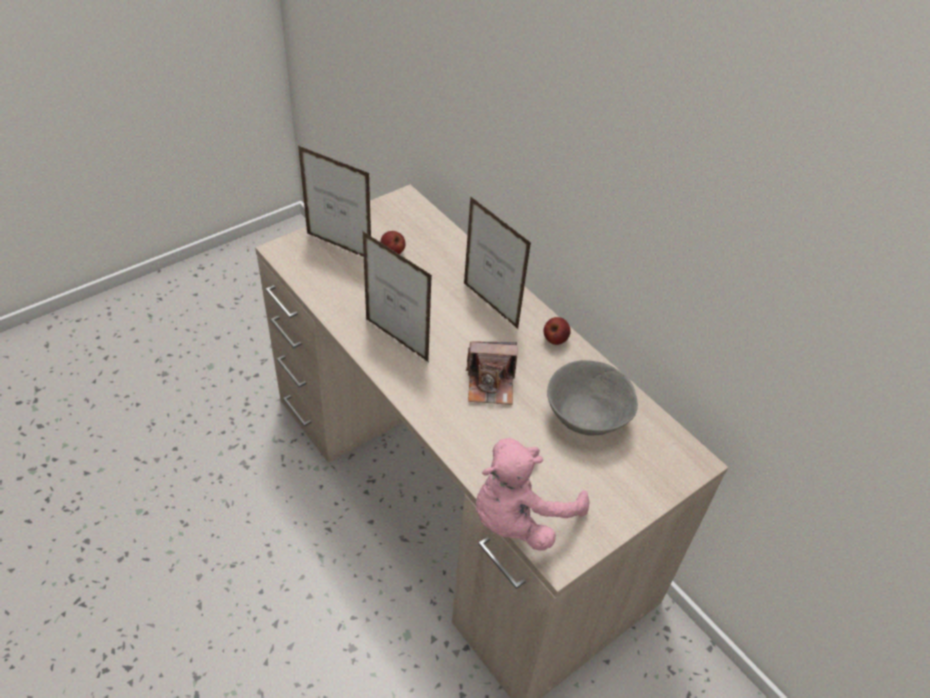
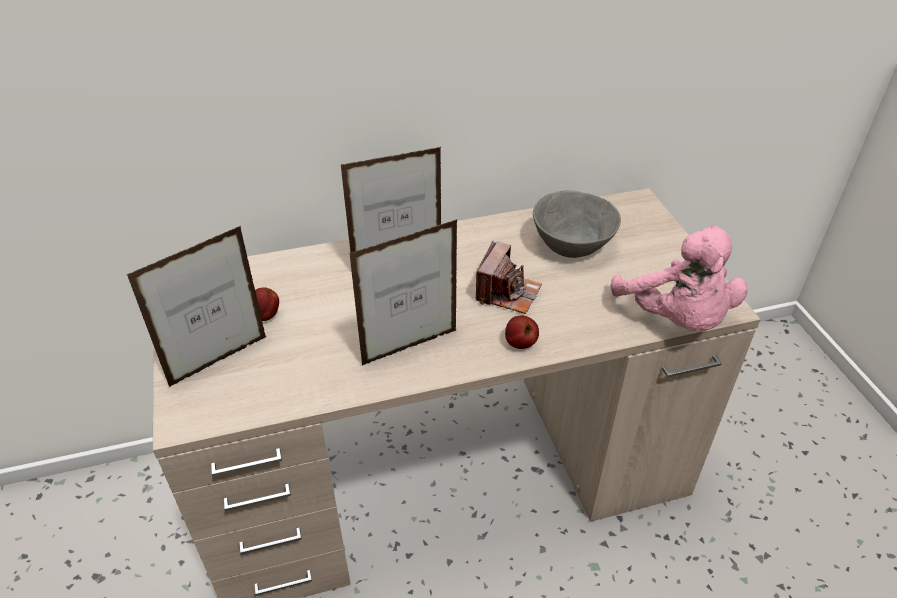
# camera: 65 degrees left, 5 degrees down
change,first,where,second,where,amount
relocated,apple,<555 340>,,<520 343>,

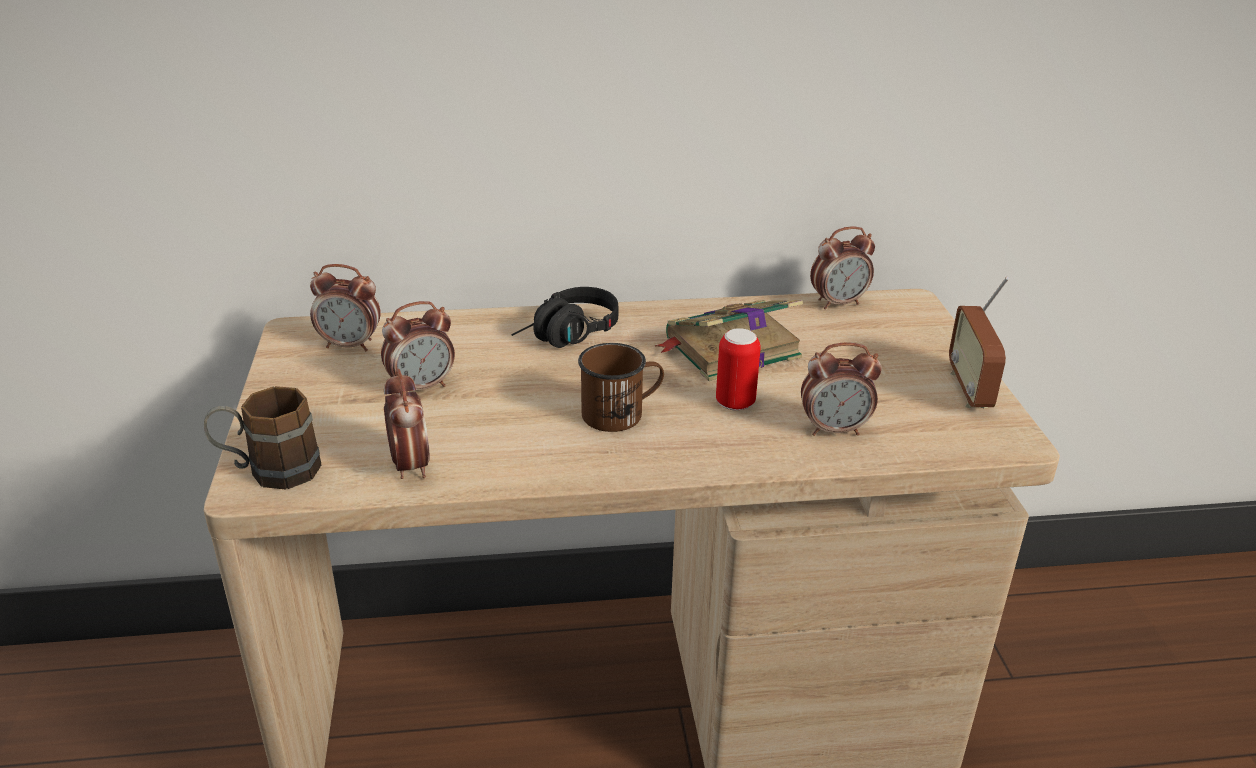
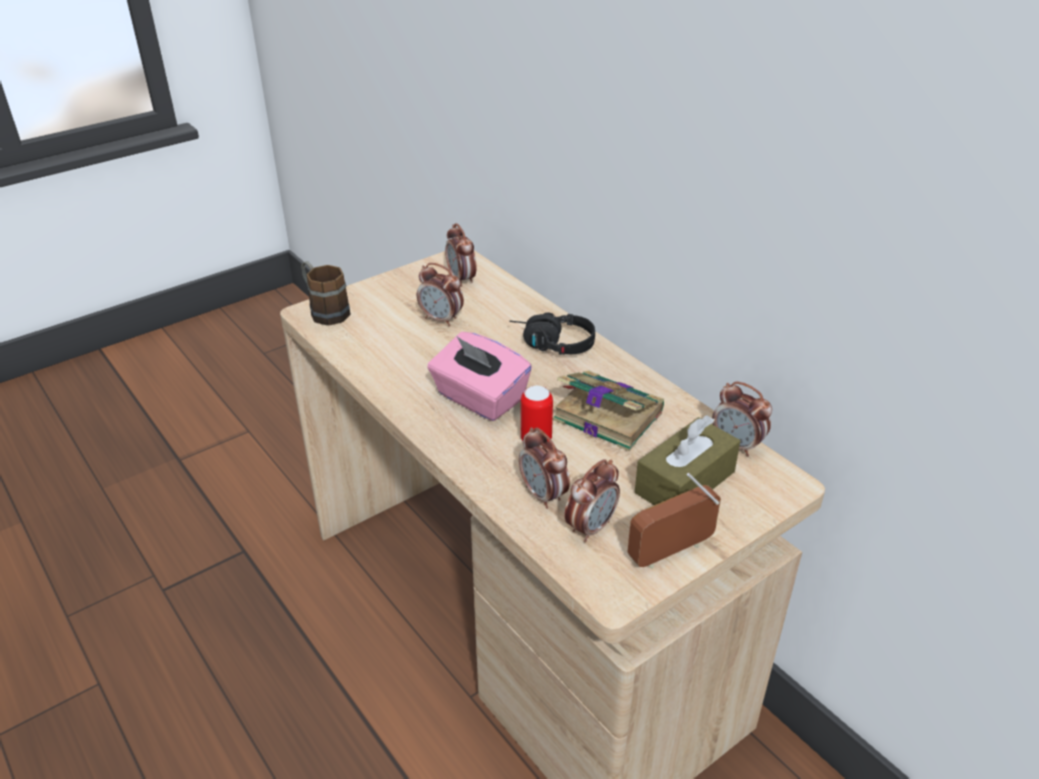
# camera: 60 degrees right, 5 degrees up
change,first,where,second,where,amount
exchanged,mug in brown,<621 413>,tissue box in pink,<479 399>,
relocated,alarm clock,<410 466>,,<591 527>,
appeared,,,tissue box in brown,<685 482>,

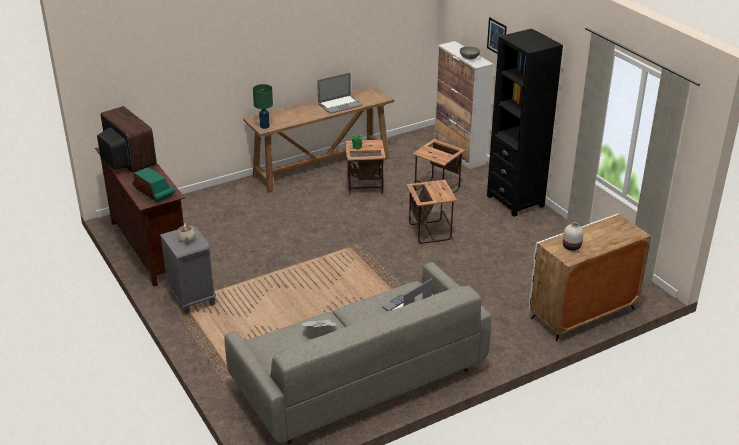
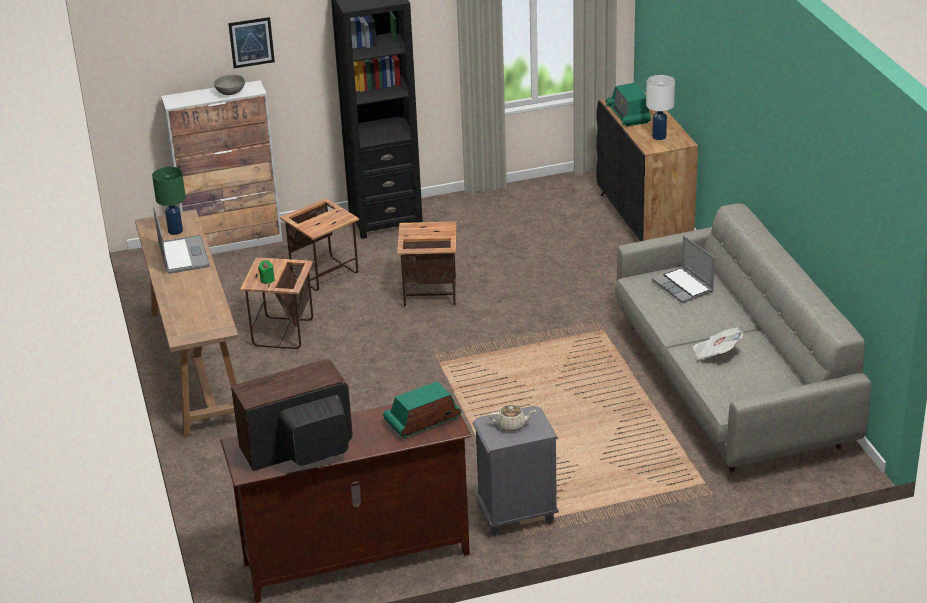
# camera: 75 degrees left, 0 degrees up
change,first,where,second,where,amount
relocated,table lamp in green,<264 126>,,<176 231>,
colour,cabinet in white,<582 314>,cabinet in black,<644 219>,
exchanged,vase in white,<572 247>,table lamp in white,<659 136>,
appeared,,,radio,<628 115>,

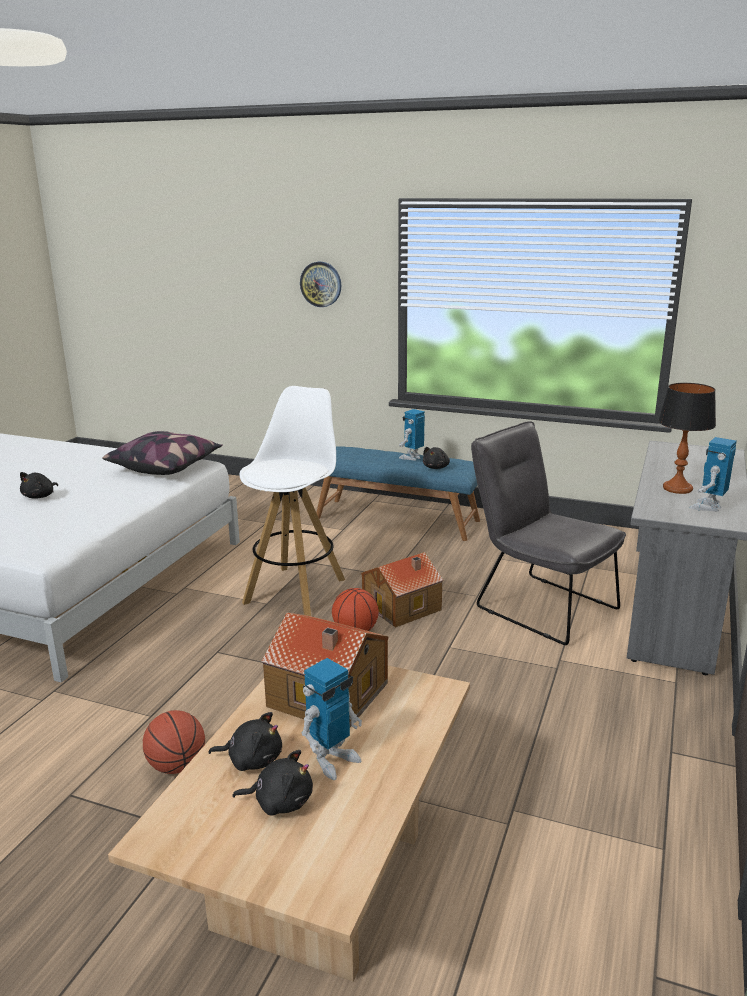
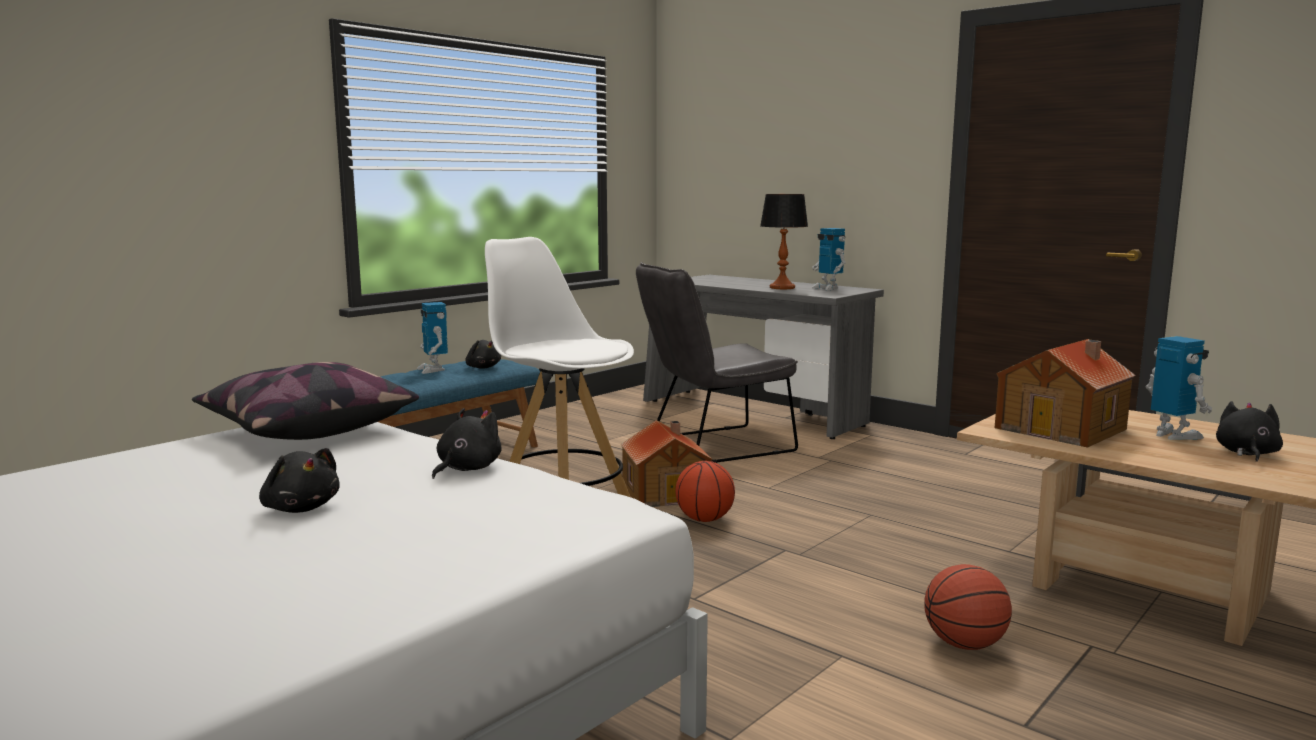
# camera: 70 degrees left, 10 degrees down
change,first,where,second,where,amount
missing,wall clock,<321 284>,,,
relocated,plush toy in black,<252 759>,,<466 469>,

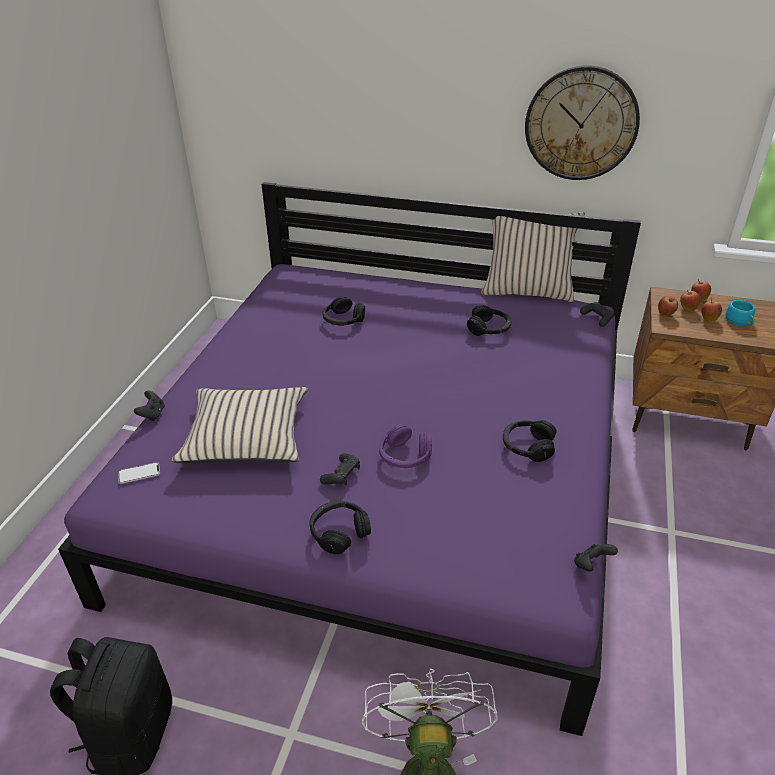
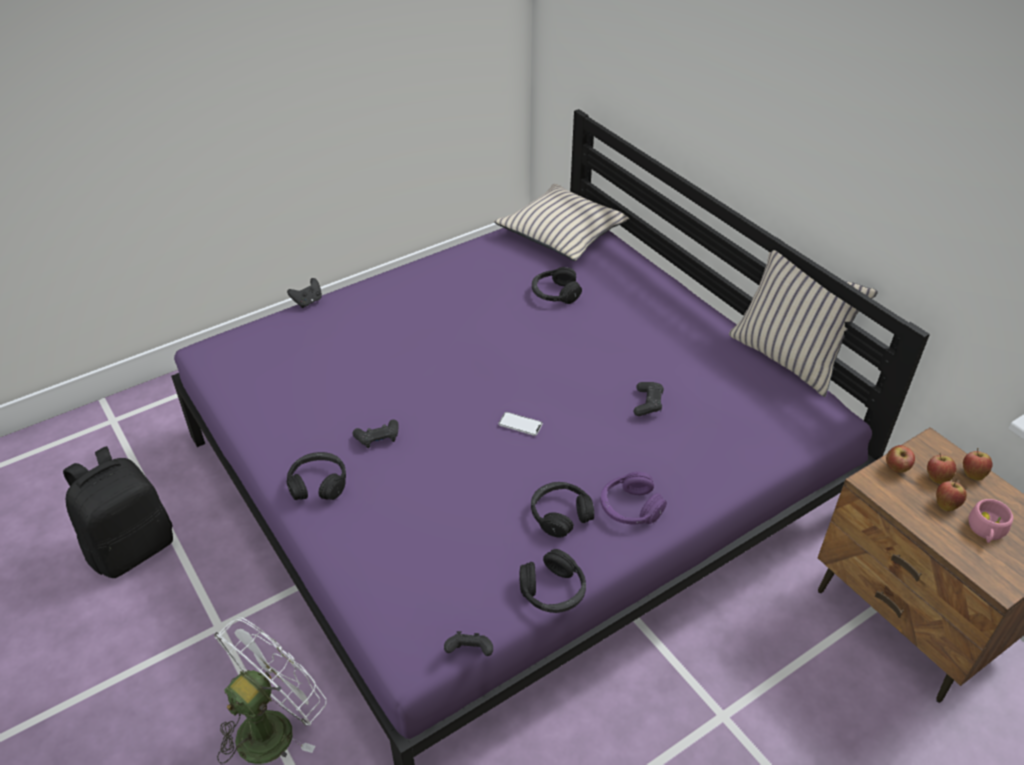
# camera: 40 degrees right, 5 degrees up
change,first,where,second,where,amount
missing,wall clock,<581 124>,,,
colour,cup in turquoise,<740 321>,cup in pink,<986 530>,
relocated,game controller in black,<597 318>,,<648 403>,
relocated,headphones in black,<489 329>,,<553 591>,
relocated,pillow in beige,<246 436>,,<563 233>,
relocated,headphones in purple,<404 456>,,<630 508>,
relocated,phone,<139 473>,,<520 424>,

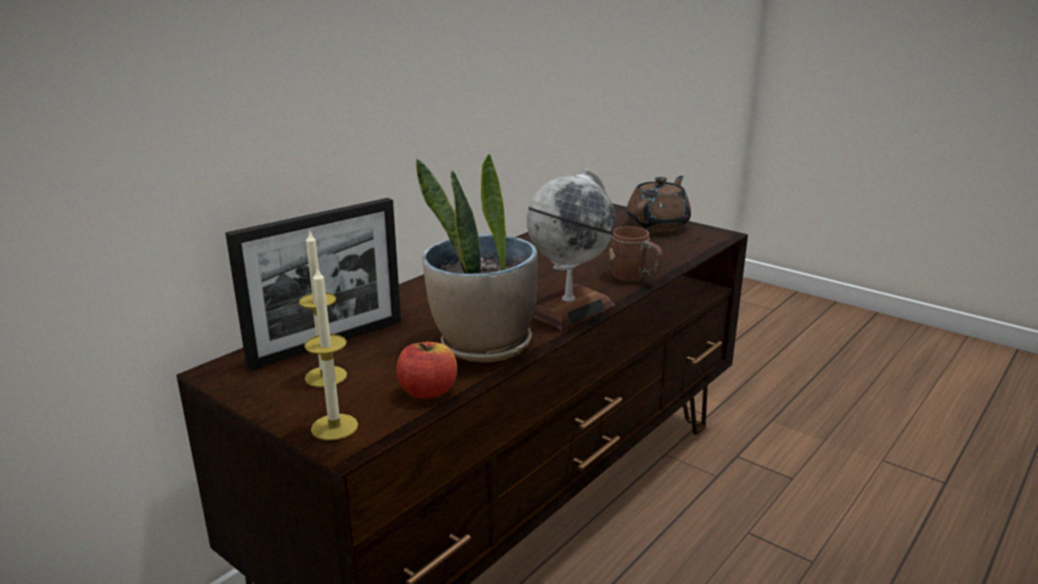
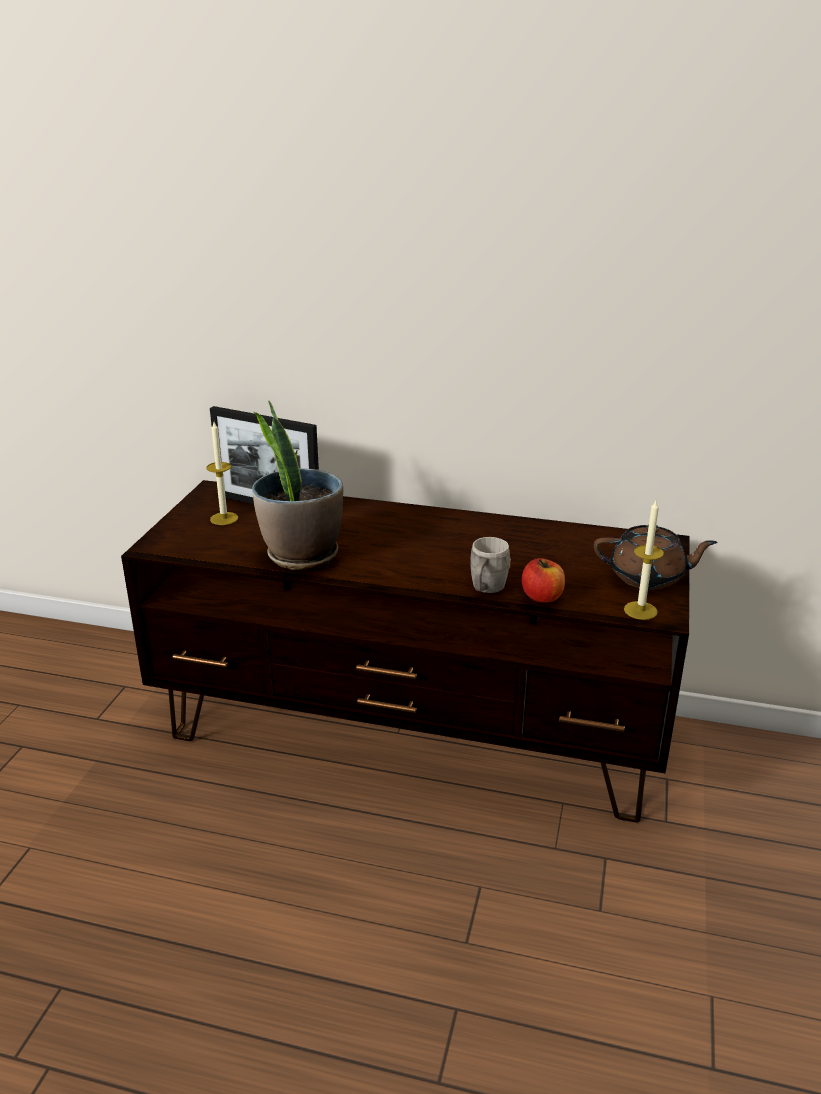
# camera: 65 degrees right, 5 degrees up
change,first,where,second,where,amount
missing,globe,<568 309>,,,
colour,mug in brown,<634 278>,mug in grey,<486 589>,
relocated,candle,<334 427>,,<640 610>,
relocated,apple,<428 391>,,<542 597>,

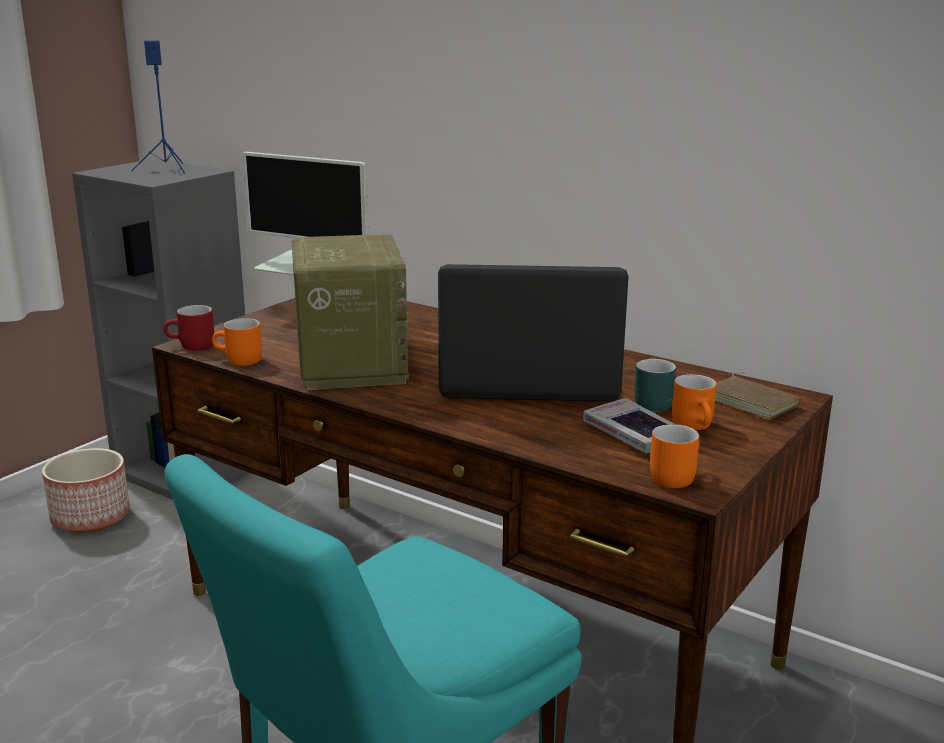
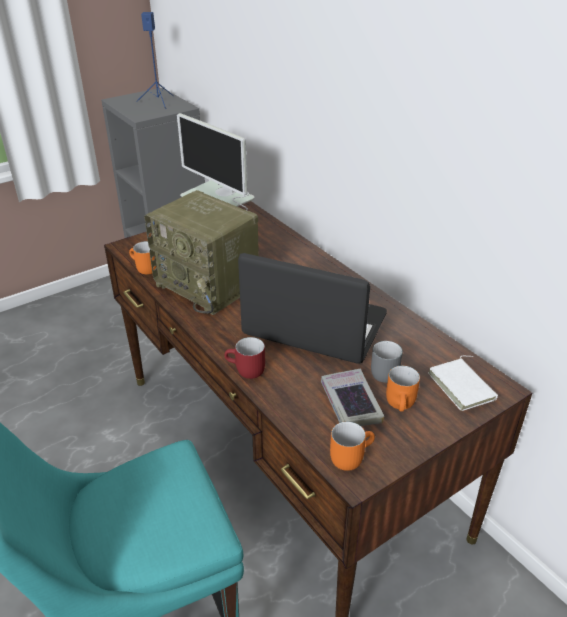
# camera: 20 degrees right, 15 degrees up
change,first,where,second,where,amount
spun,radio,<349 364>,,<209 285>,120 degrees clockwise
relocated,mug in red,<191 347>,,<245 371>,
colour,mug in turquoise,<649 403>,mug in grey,<383 371>,
colour,book in brown,<753 401>,book in white,<463 386>,
missing,planter,<91 516>,,,

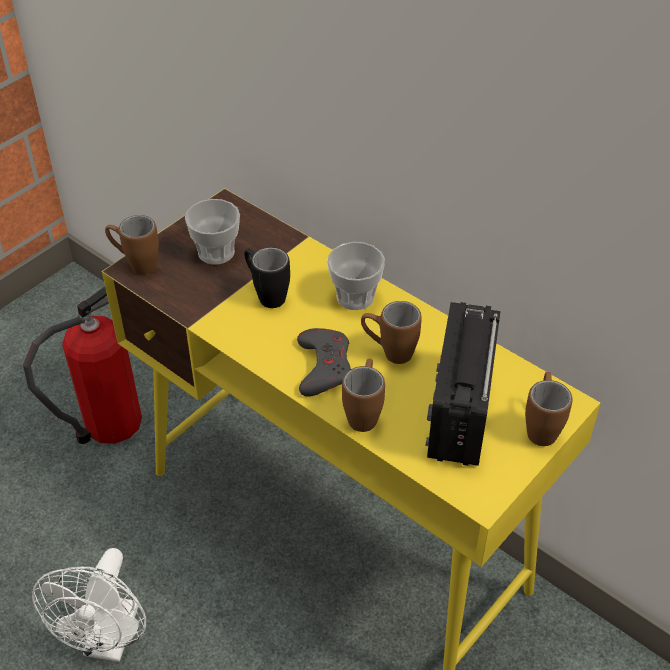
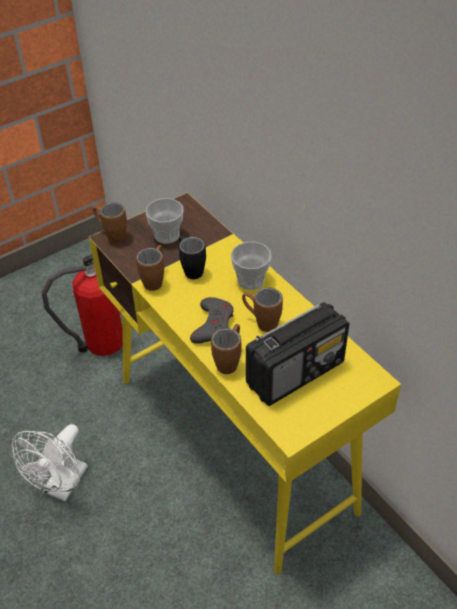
# camera: 15 degrees right, 0 degrees up
change,first,where,second,where,amount
spun,radio,<459 412>,,<296 373>,150 degrees counterclockwise
relocated,mug in brown,<541 426>,,<155 280>,

